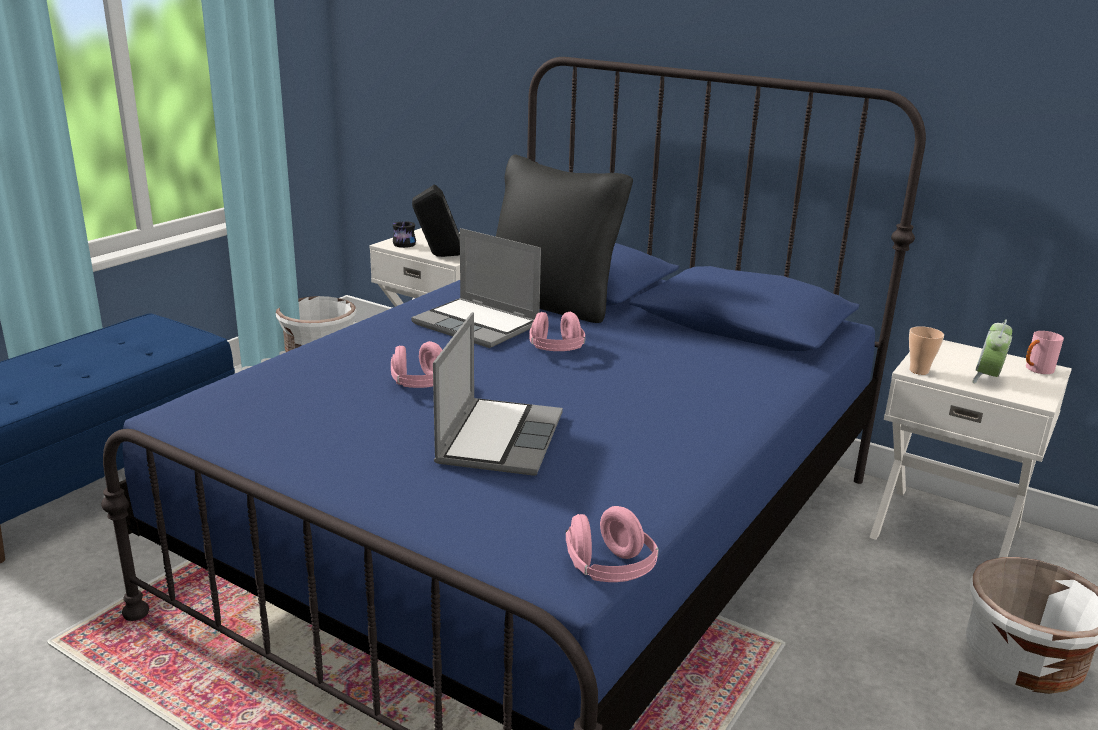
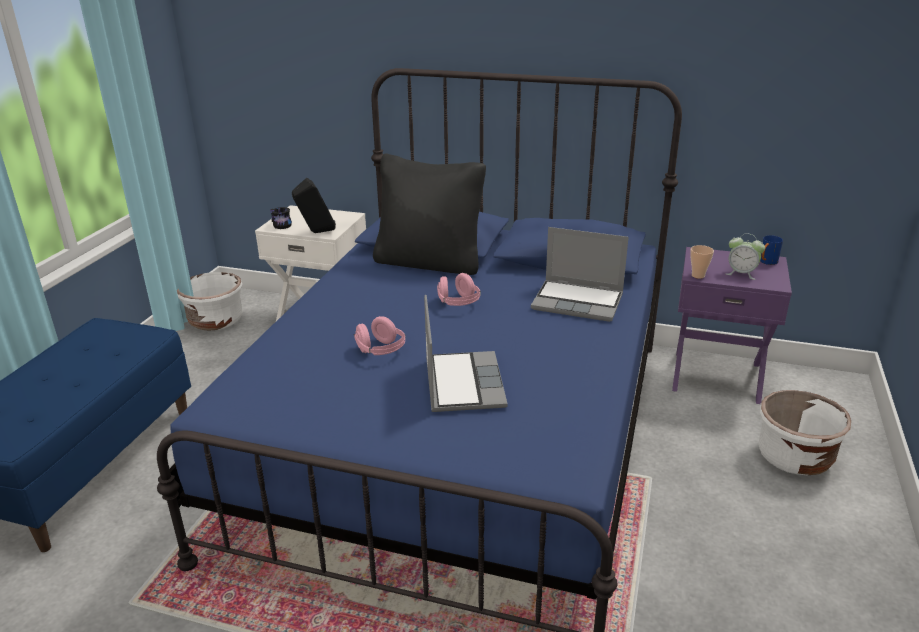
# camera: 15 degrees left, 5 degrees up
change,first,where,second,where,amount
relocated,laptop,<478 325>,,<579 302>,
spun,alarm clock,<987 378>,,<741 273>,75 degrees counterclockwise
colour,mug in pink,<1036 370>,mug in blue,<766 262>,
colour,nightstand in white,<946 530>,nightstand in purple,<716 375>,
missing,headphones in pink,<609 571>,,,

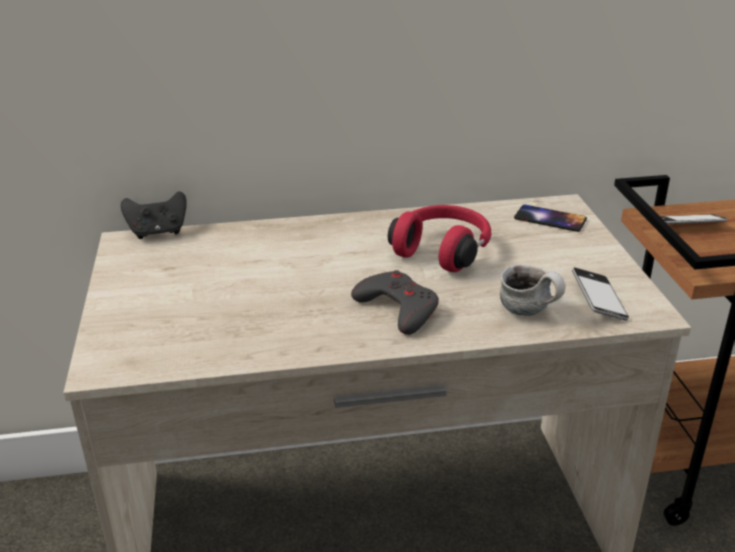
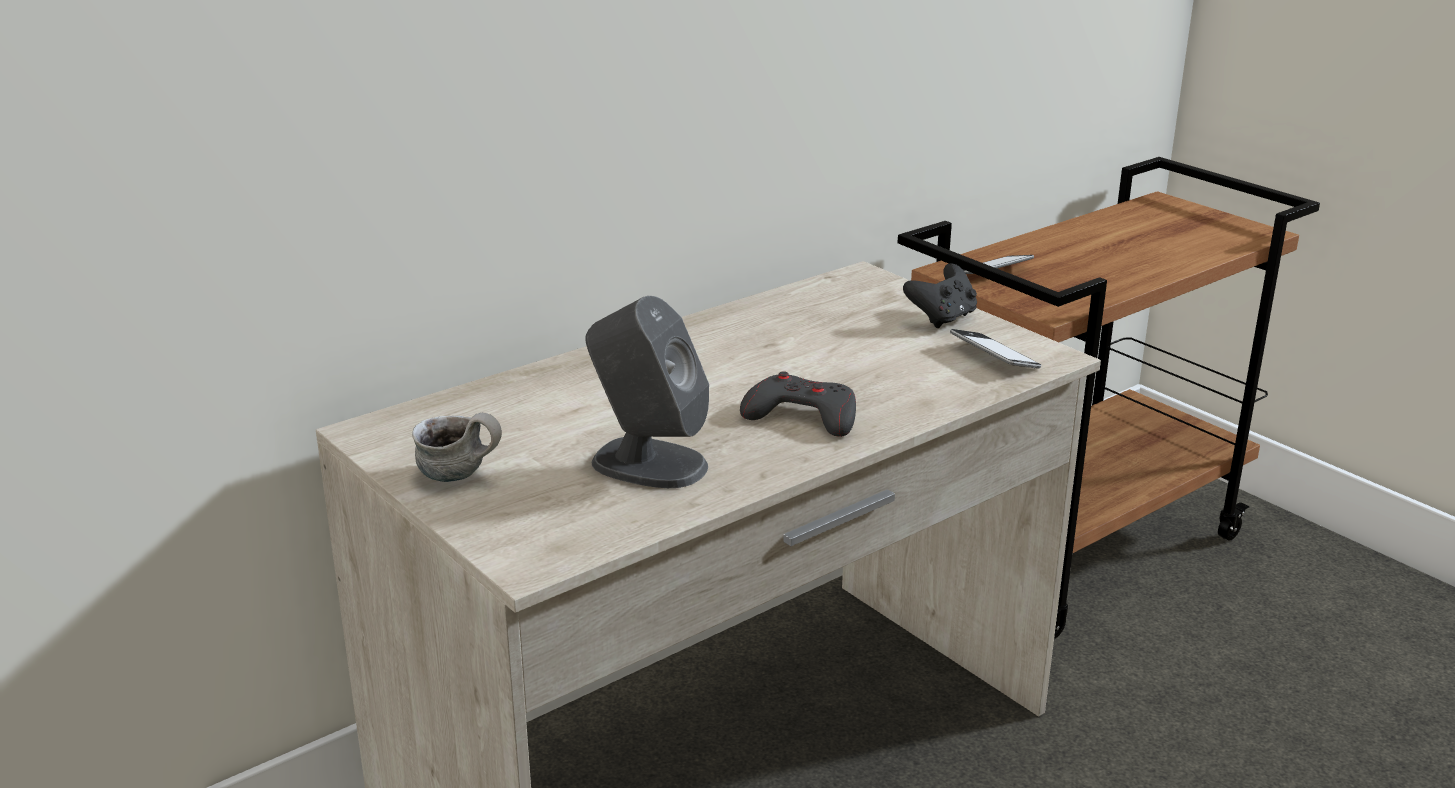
# camera: 30 degrees left, 5 degrees down
change,first,where,second,where,amount
relocated,game controller in black,<158 232>,,<942 318>,
missing,phone,<550 219>,,,
missing,headphones in red,<443 251>,,,
relocated,mug,<531 311>,,<462 474>,
appeared,,,speaker in grey,<648 463>,

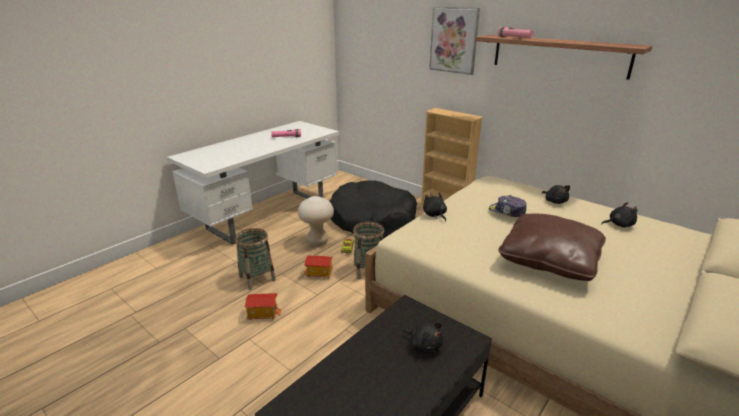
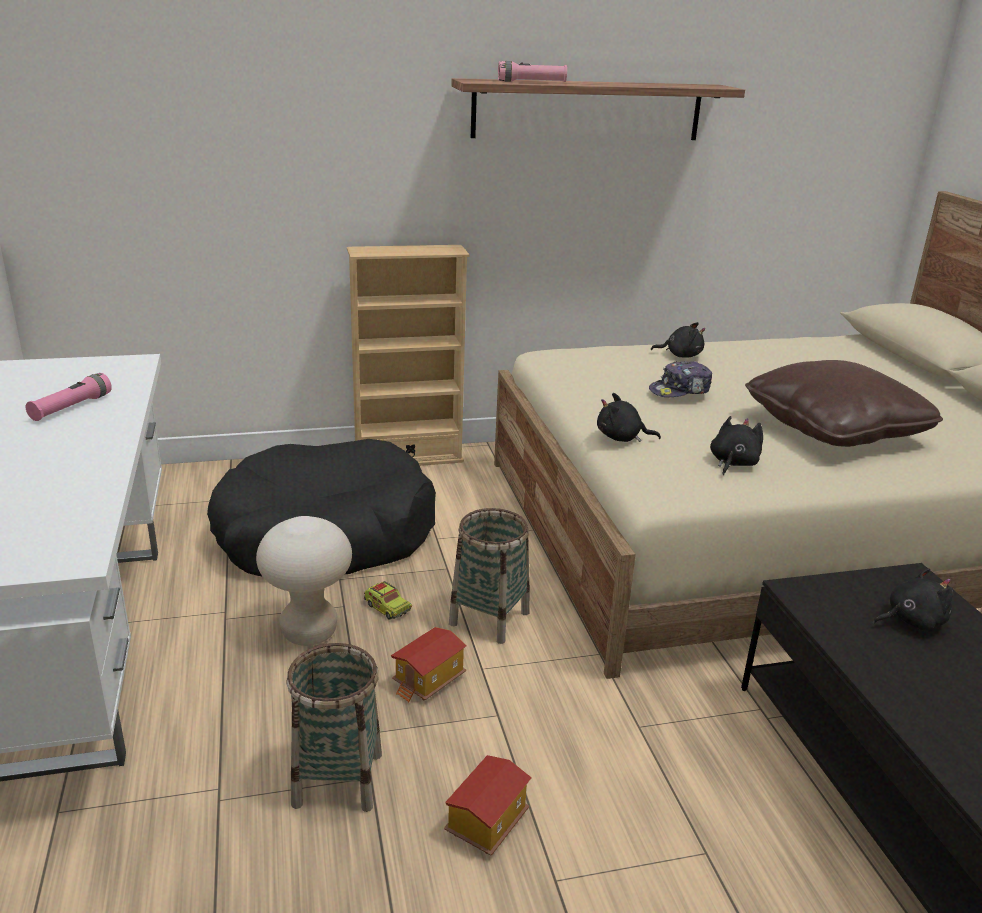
# camera: 55 degrees left, 0 degrees up
change,first,where,second,where,amount
missing,picture,<454 40>,,,
relocated,plush toy in black,<619 224>,,<732 463>,

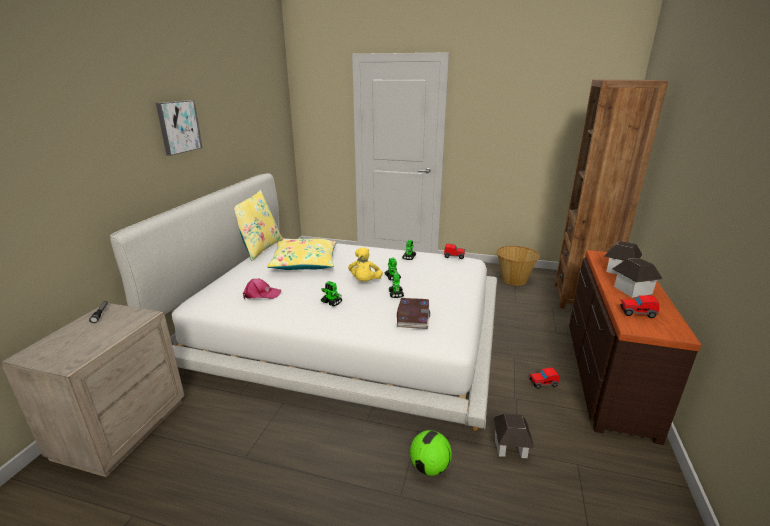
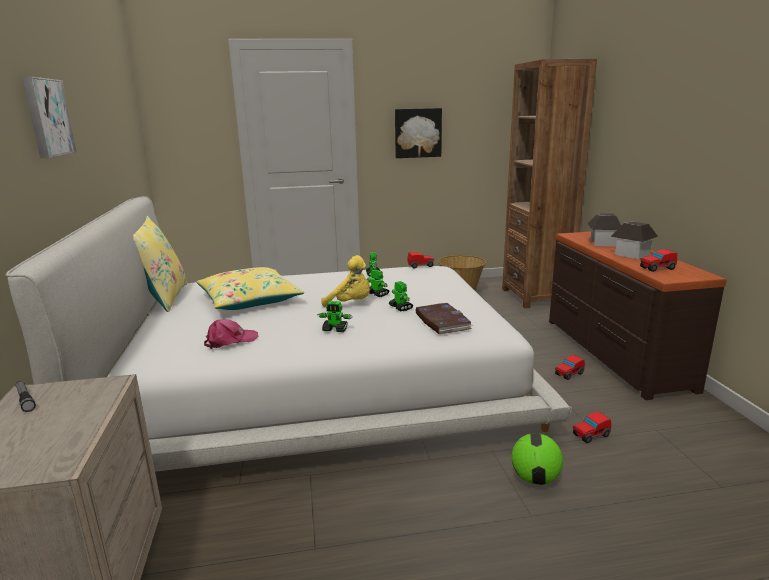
# camera: 25 degrees left, 5 degrees down
change,first,where,second,where,amount
spun,plush toy in yellow,<365 282>,,<351 304>,45 degrees counterclockwise
exchanged,toy house,<510 447>,toy car,<590 435>,
appeared,,,picture,<417 133>,

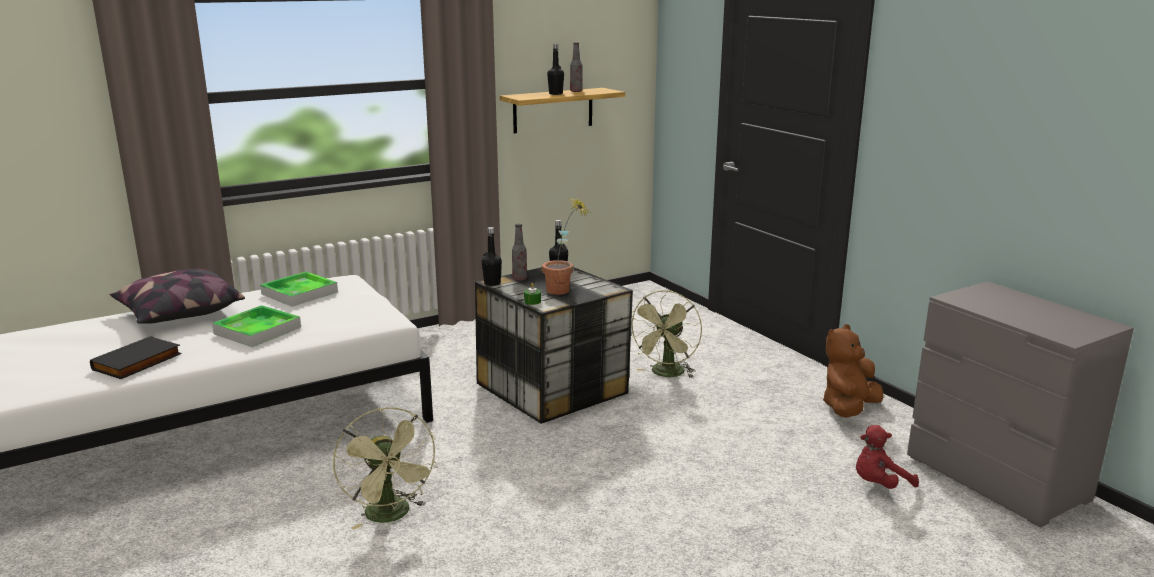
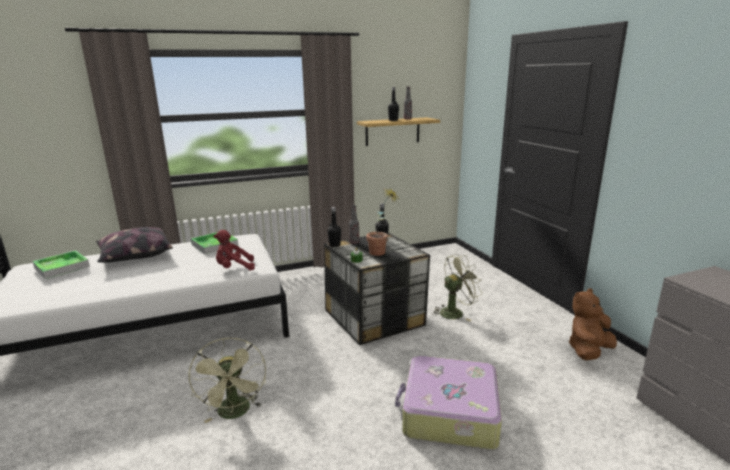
# camera: 10 degrees right, 0 degrees up
change,first,where,second,where,amount
spun,fan in green,<666 374>,,<455 312>,150 degrees counterclockwise
relocated,tray,<257 330>,,<62 267>,
missing,book in black,<138 362>,,,
relocated,plush toy in red,<879 484>,,<234 268>,
appeared,,,suitcase,<448 413>,

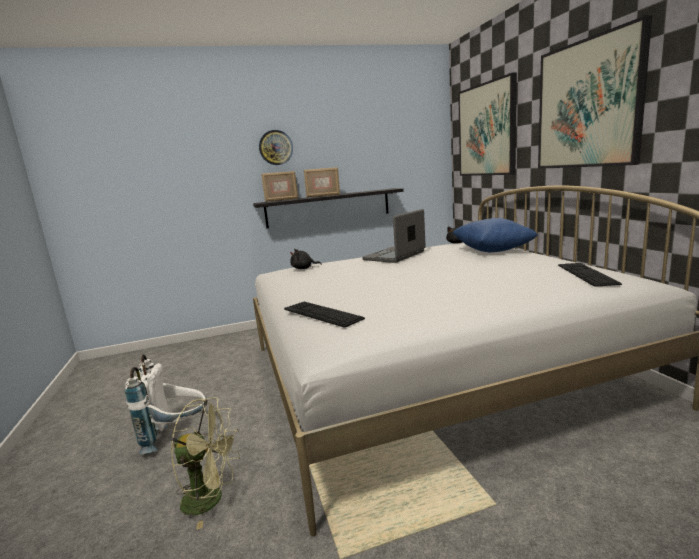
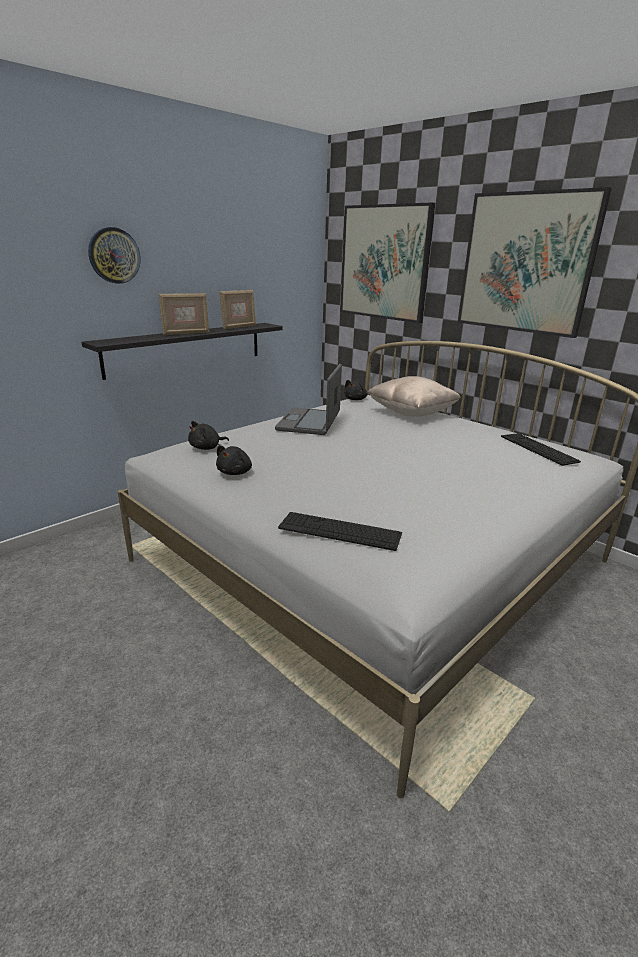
# camera: 30 degrees left, 10 degrees up
change,first,where,second,where,amount
relocated,picture frame,<281 200>,,<238 327>,
colour,pillow in blue,<493 250>,pillow in beige,<411 413>,
missing,backpack in white,<177 436>,,,
missing,fan in green,<211 499>,,,
appeared,,,plush toy in black,<235 472>,

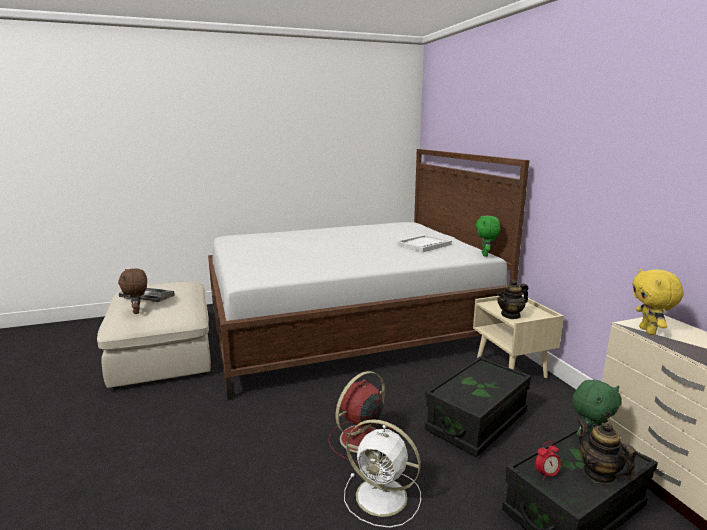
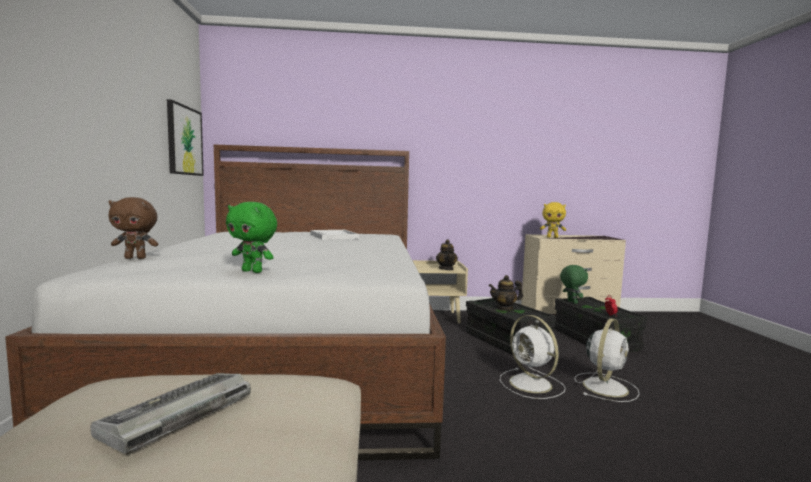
# camera: 75 degrees left, 10 degrees down
change,first,where,second,where,amount
relocated,plush toy in green,<485 255>,,<253 271>,
relocated,plush toy in brown,<138 311>,,<136 258>,
colour,fan in red,<359 440>,fan in white,<532 384>,
relocated,teapot,<599 473>,,<504 308>,
appeared,,,picture,<184 140>,

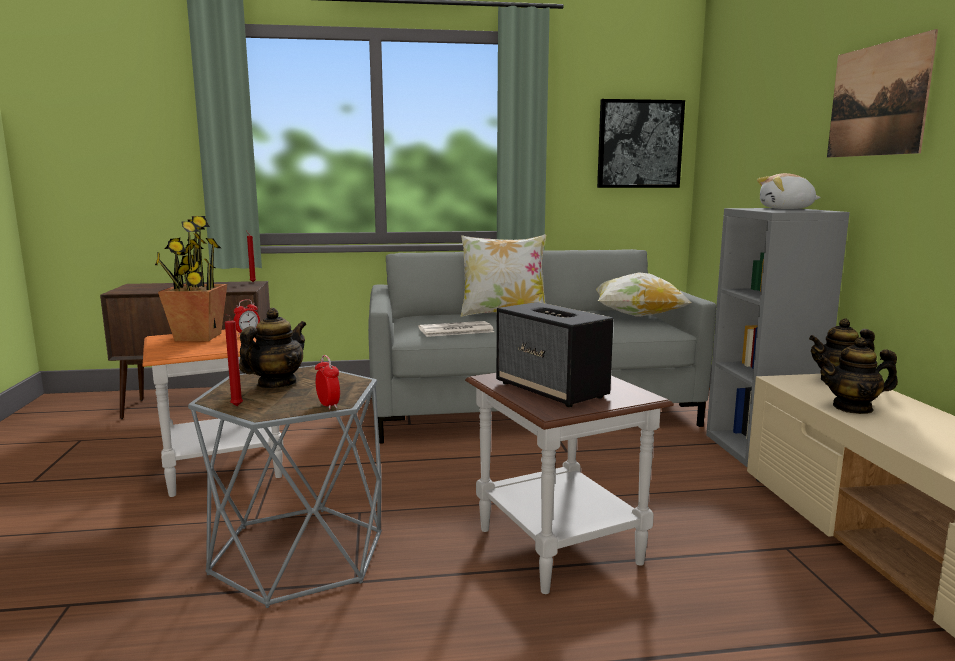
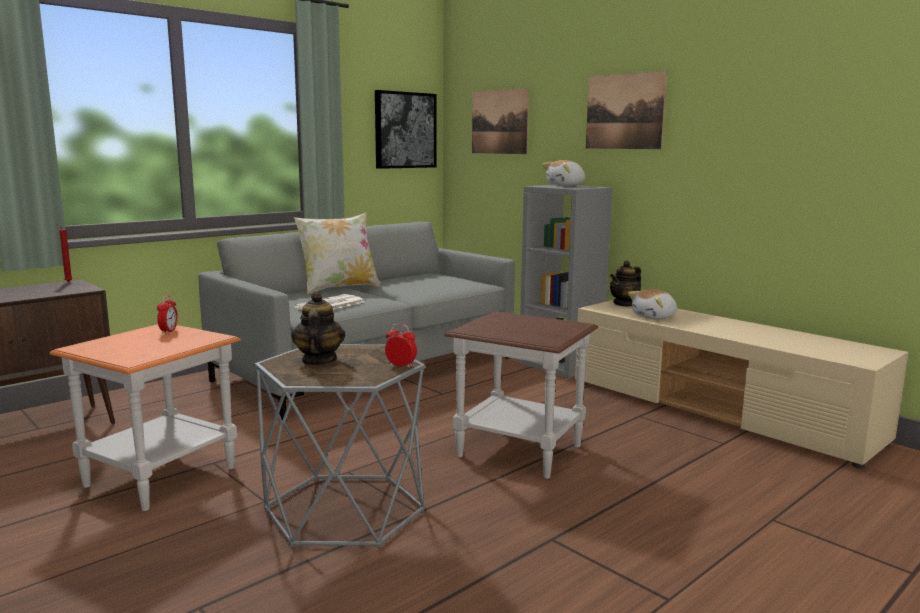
# camera: 35 degrees left, 0 degrees up
change,first,where,second,where,amount
missing,potted plant,<198 337>,,,
missing,pillow,<637 316>,,,
missing,speaker,<552 390>,,,
missing,candle in red,<236 407>,,,
exchanged,teapot,<853 408>,plush toy,<655 317>,
appeared,,,picture,<499 122>,

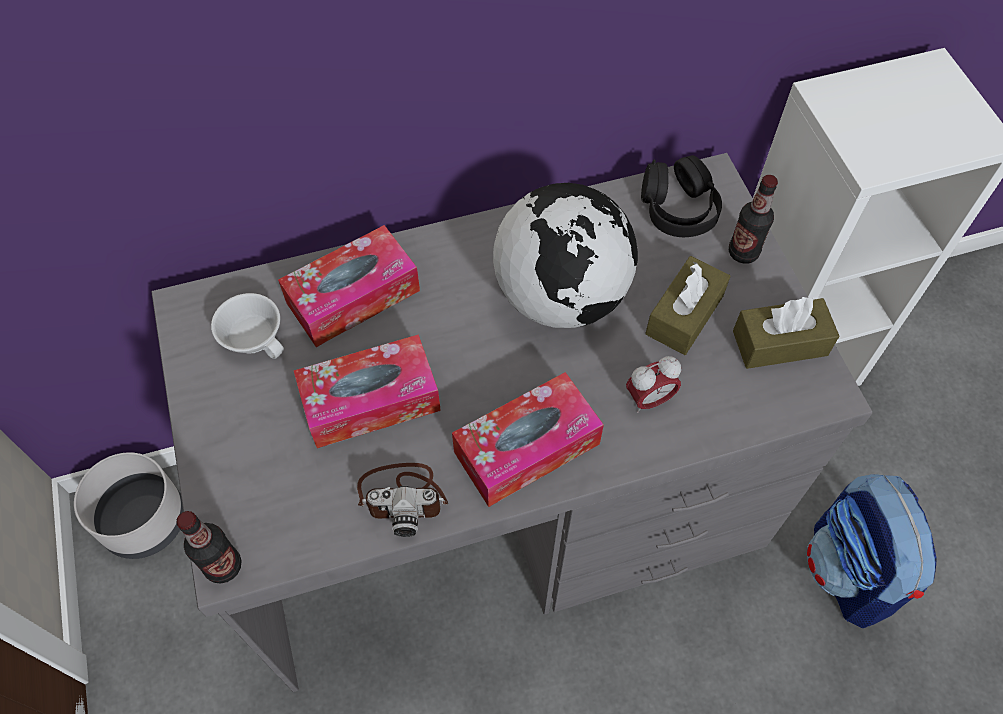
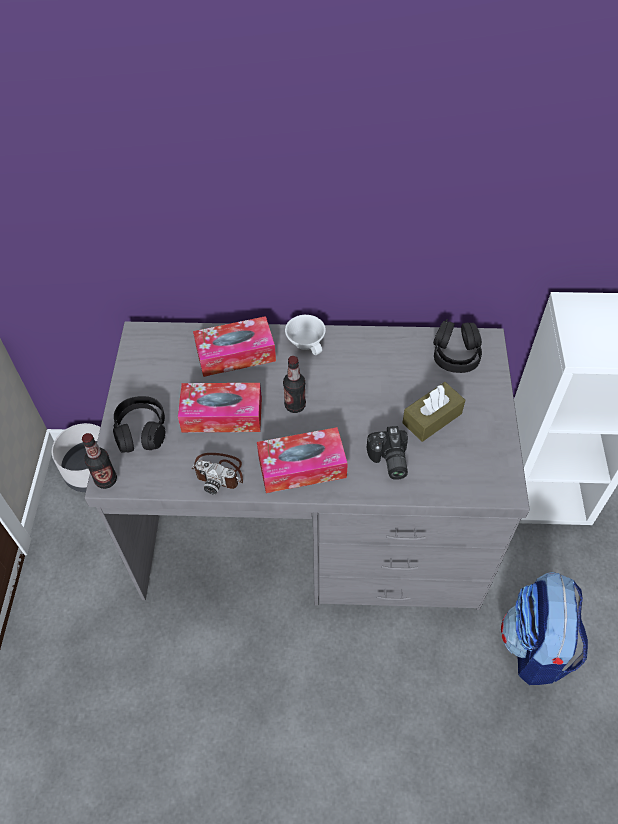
# camera: 20 degrees right, 5 degrees down
change,first,where,second,where,amount
relocated,bottle,<743 252>,,<295 405>,
missing,globe,<561 296>,,,
relocated,cup in white,<256 336>,,<307 341>,
missing,tissue box in brown,<780 343>,,,
exchanged,alarm clock,<649 399>,photo camera,<388 461>,
appeared,,,headphones in black,<141 431>,

